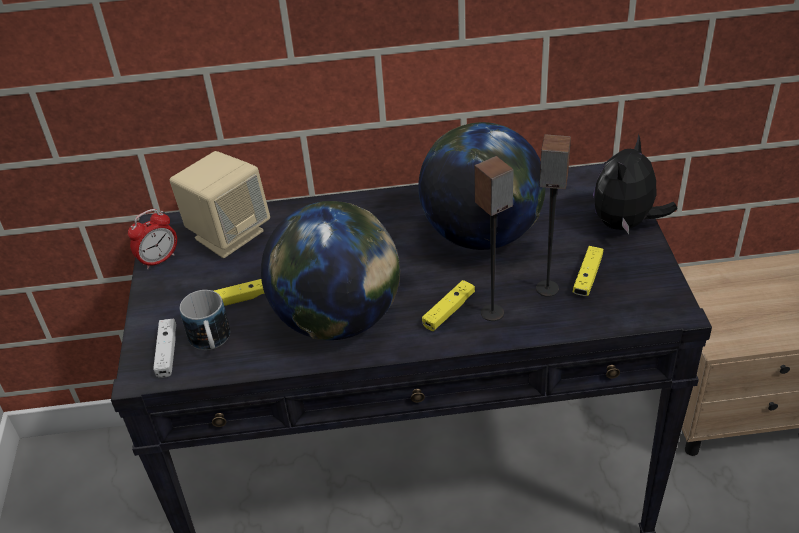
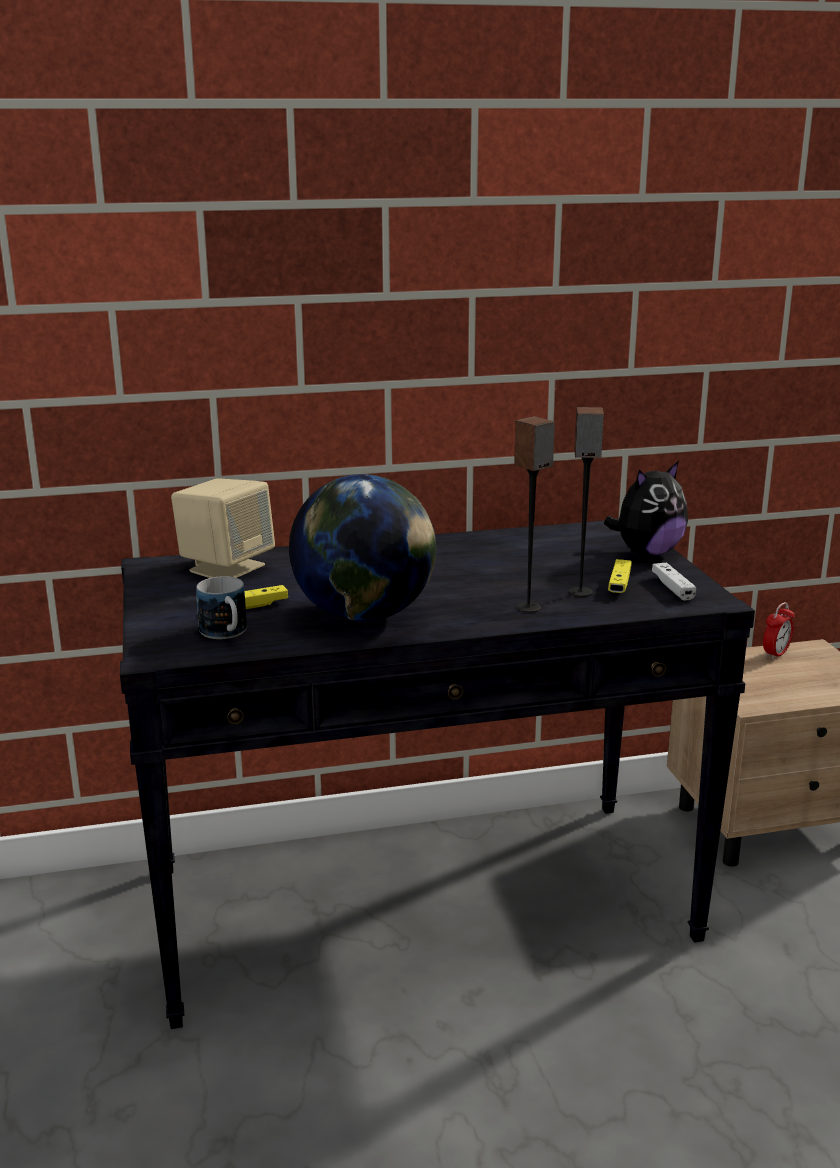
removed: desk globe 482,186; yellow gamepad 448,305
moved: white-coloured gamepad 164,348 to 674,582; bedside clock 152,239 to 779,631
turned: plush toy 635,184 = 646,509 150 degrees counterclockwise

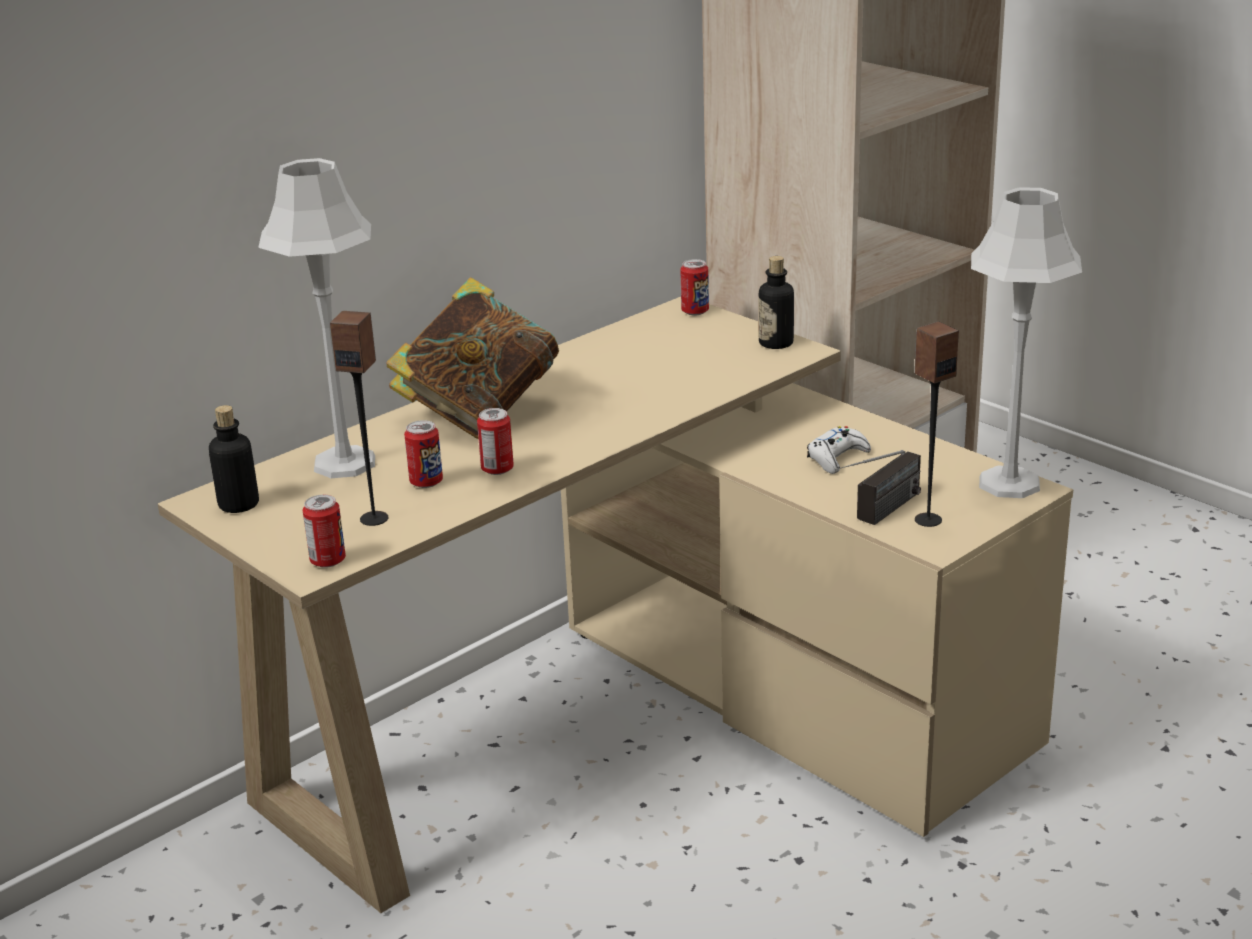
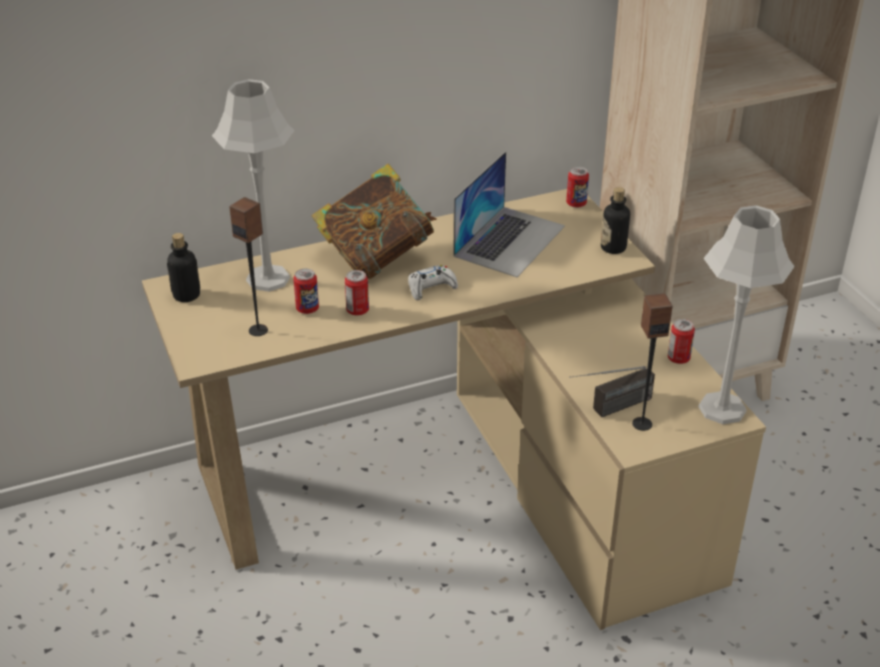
added: portable computer 509,214
moved: white-coloured gamepad 839,450 to 433,282; sealed can 324,531 to 681,341

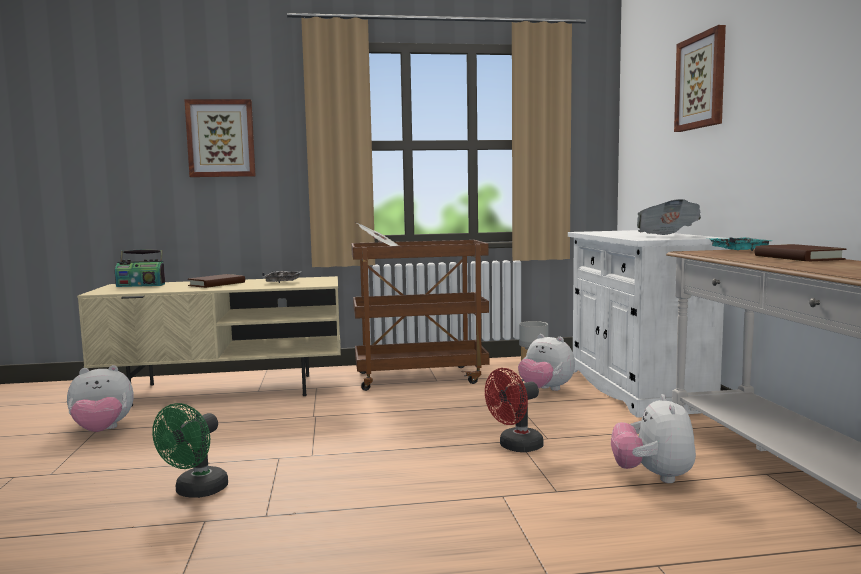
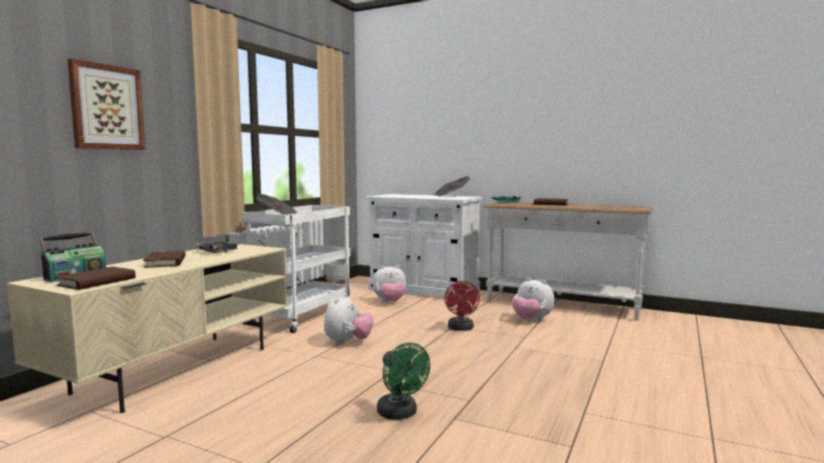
removed: wall picture 700,78
added: brown volume 96,278
moved: plush toy 100,398 to 348,319
recoloured: brown cart 420,315 to white-coloured cart 296,269

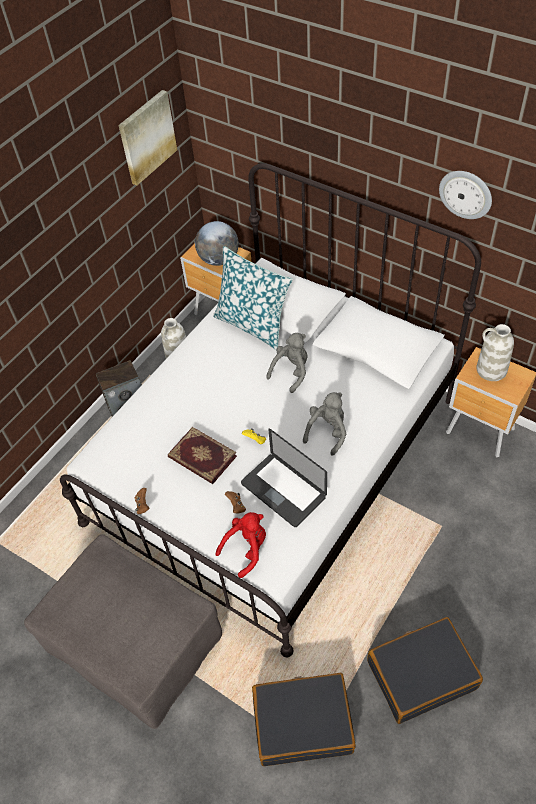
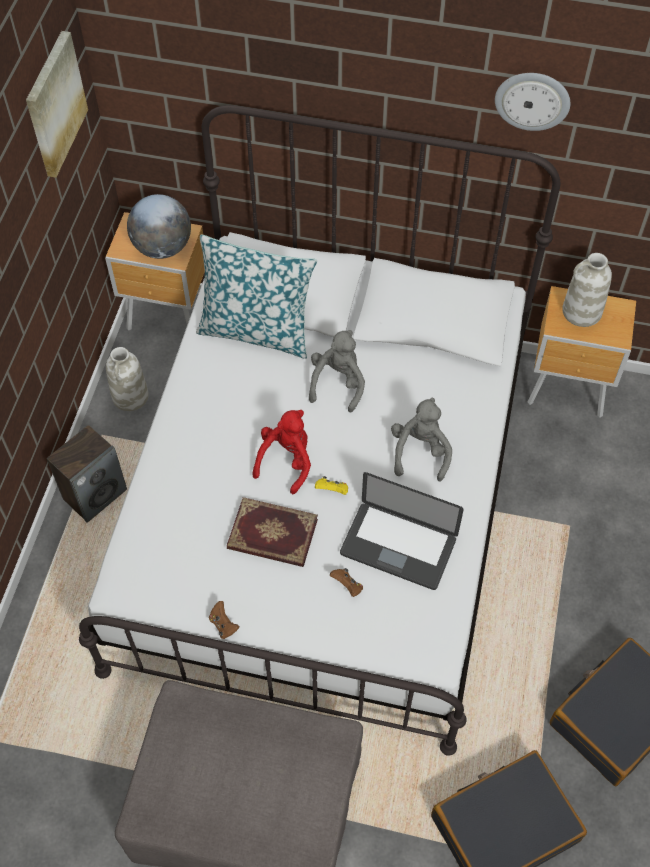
moved: red-coloured plush toy 241,545 to 281,452

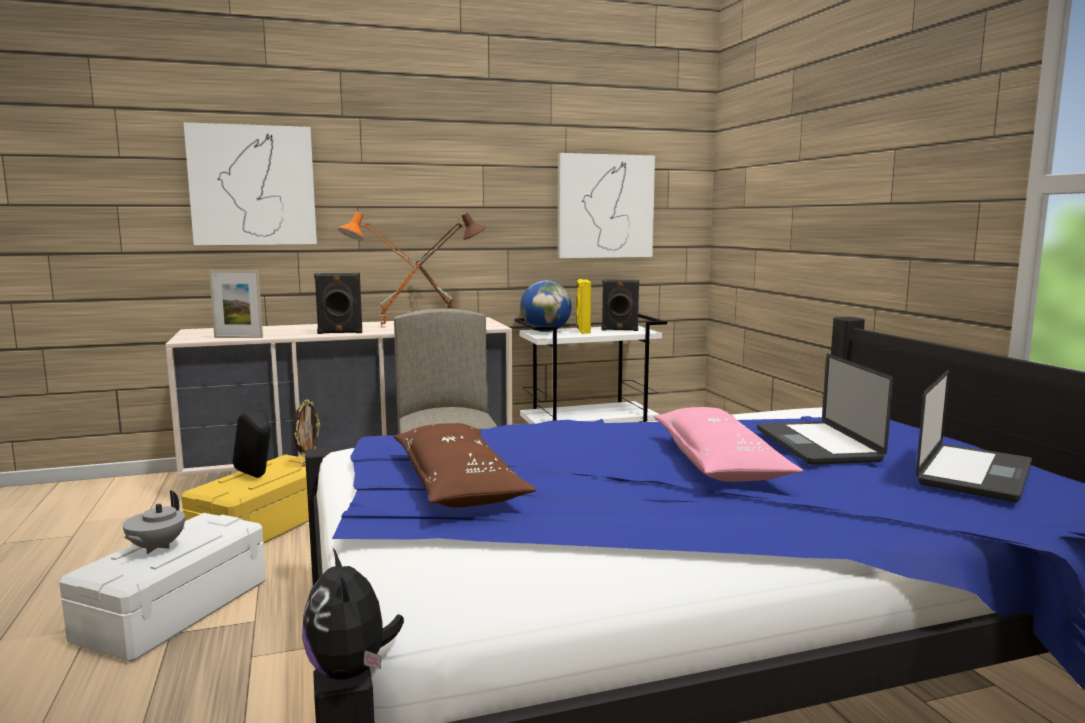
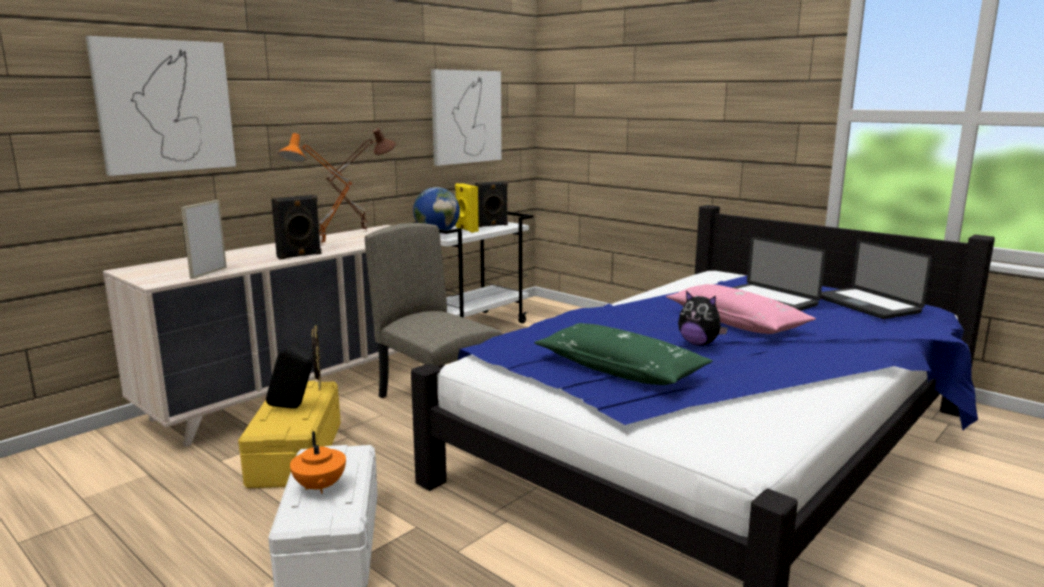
moved: plush toy 353,614 to 703,318
recoloured: grey pot for tea 154,522 to orange-coloured pot for tea 318,462; brown pillow 465,465 to green-coloured pillow 623,354
turned: photo frame 236,304 = 204,239 135 degrees clockwise; portable computer 974,435 = 876,279 150 degrees clockwise

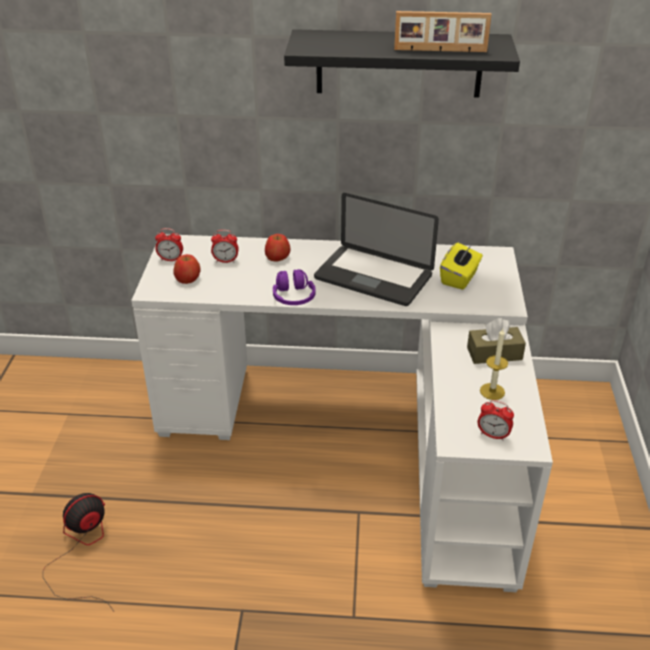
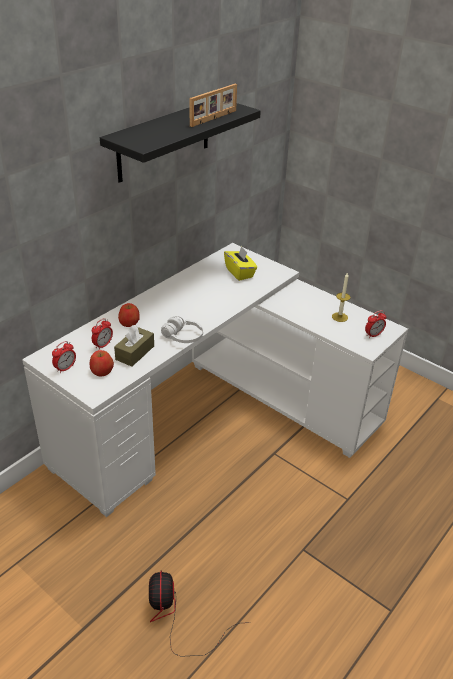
removed: portable computer 376,249
moved: brown tissue box 496,341 to 134,345
recoloured: purplish headphones 294,287 to white-coloured headphones 182,329

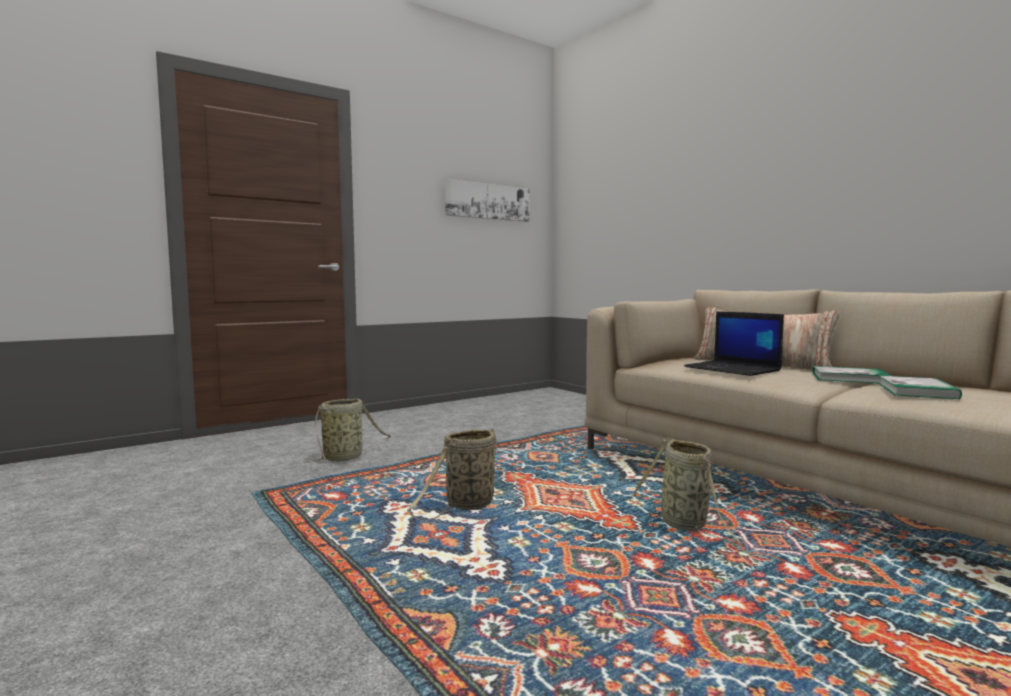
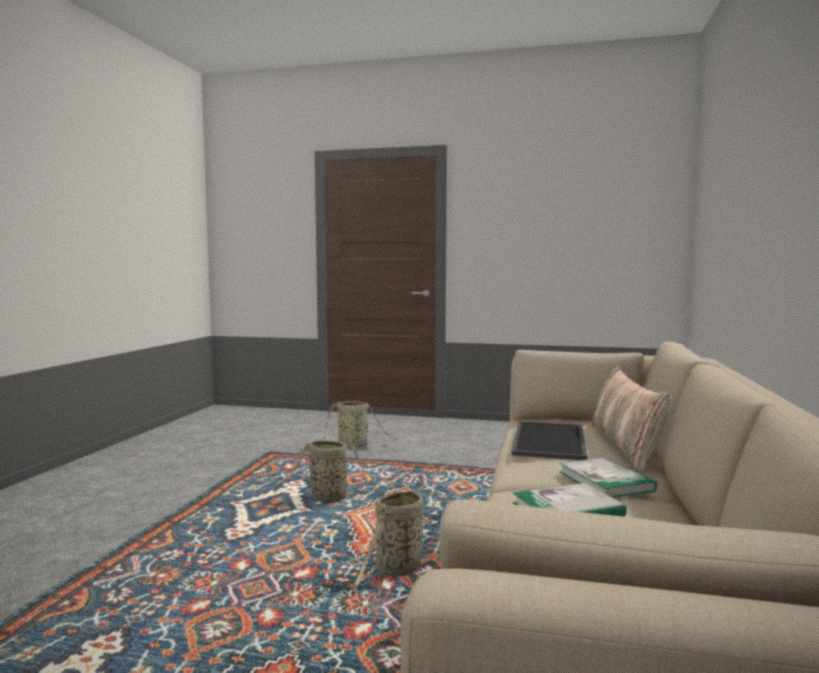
removed: wall picture 487,200
replaced: portable computer 734,343 to carrying tray 549,440

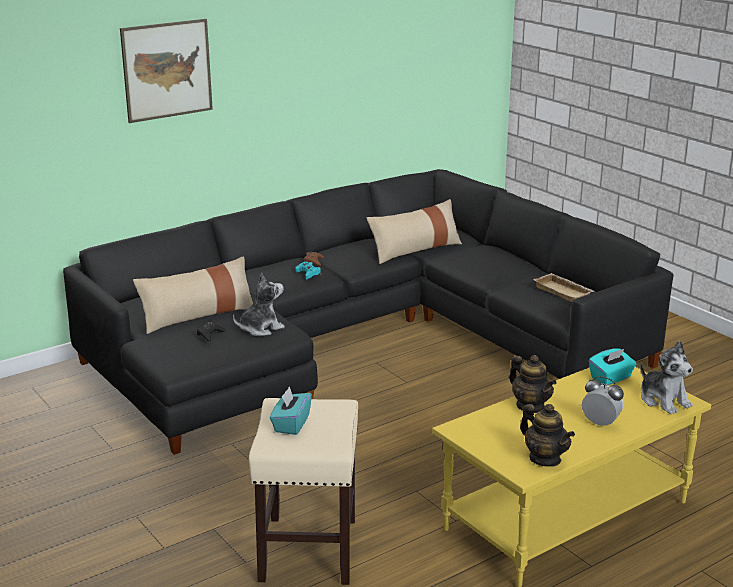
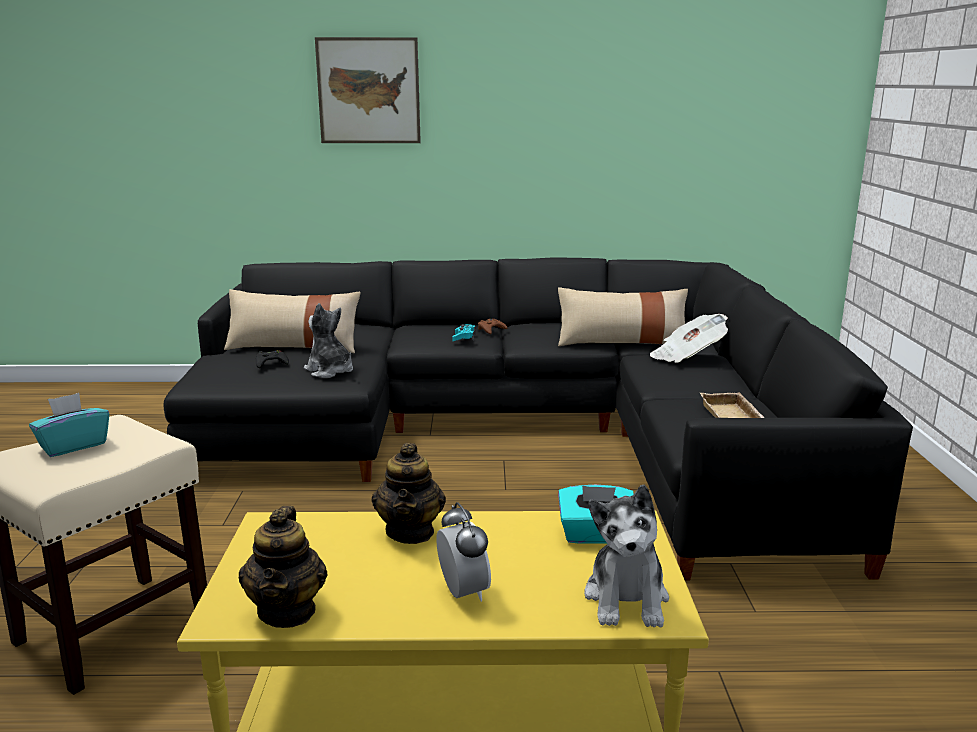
added: daily paper 689,338
turned: plush toy 259,304 = 328,340 135 degrees counterclockwise

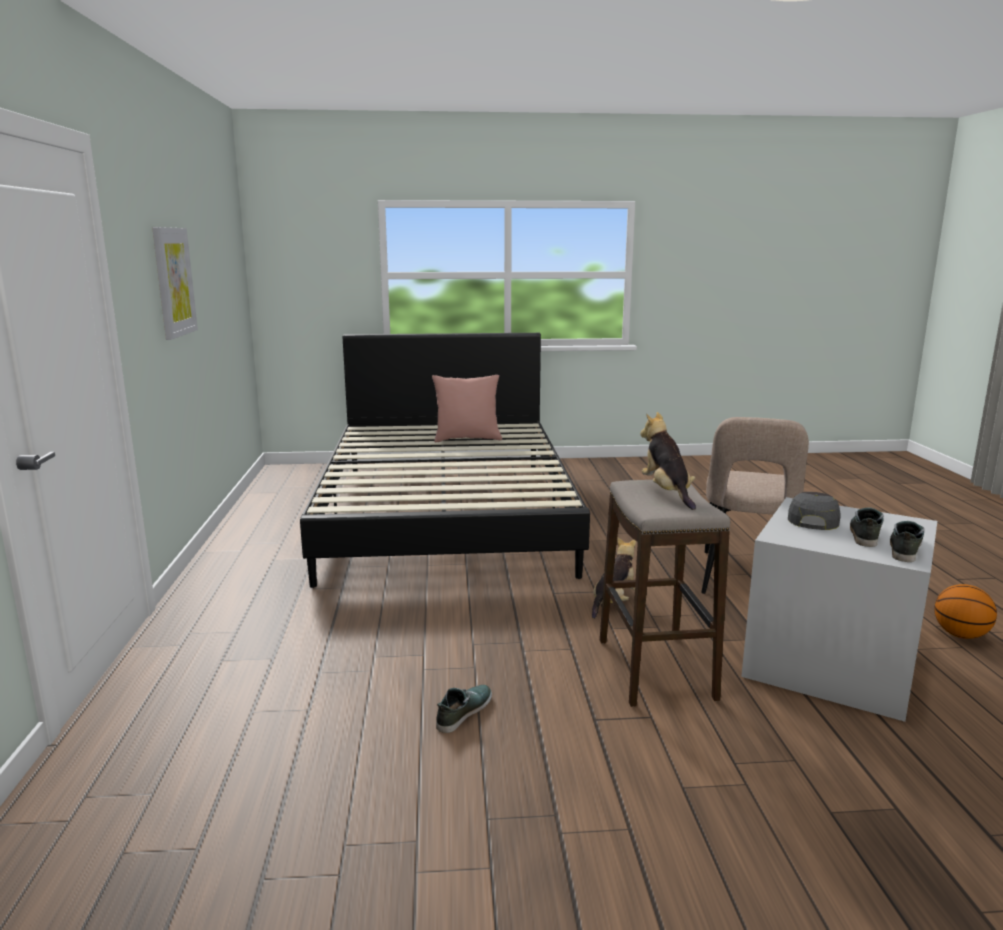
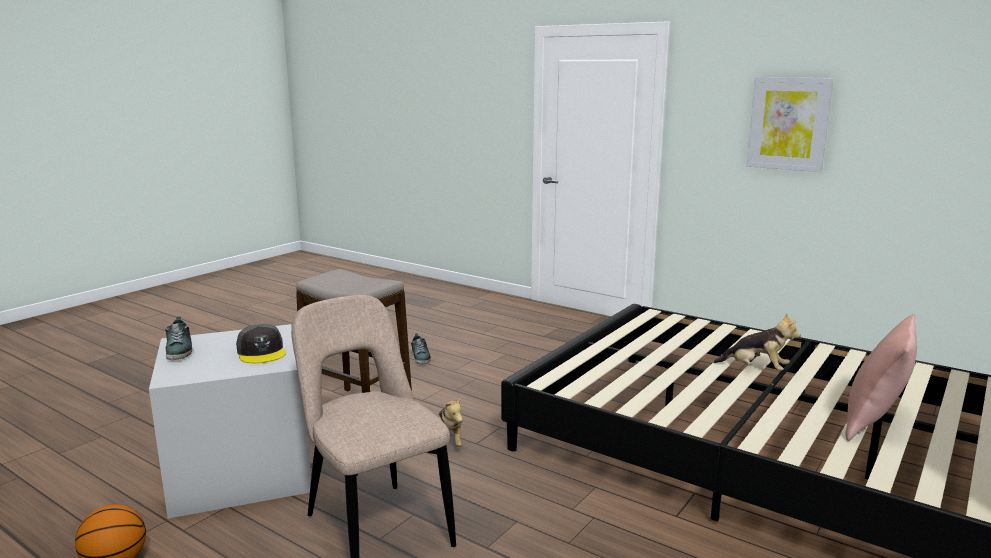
removed: shoe 866,527
moved: plush toy 668,461 to 757,341

